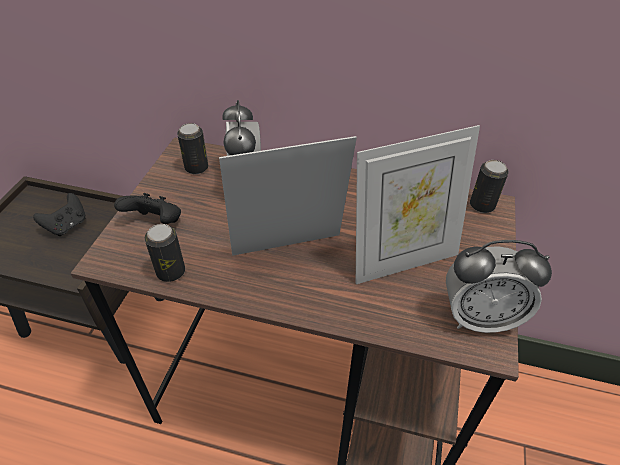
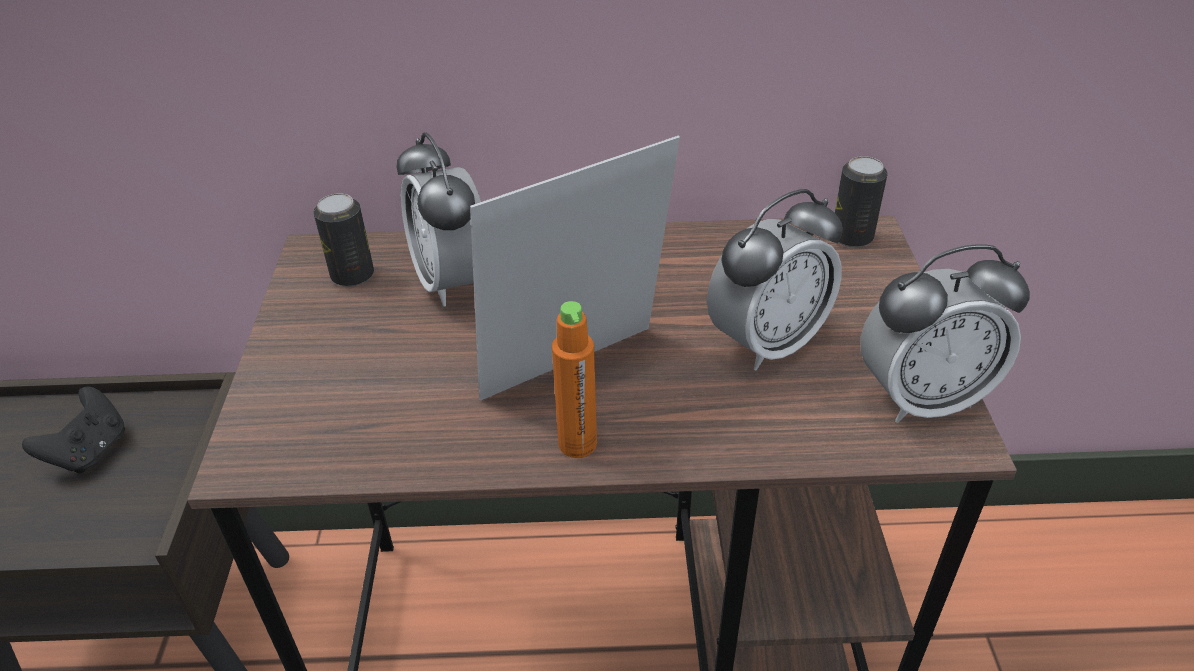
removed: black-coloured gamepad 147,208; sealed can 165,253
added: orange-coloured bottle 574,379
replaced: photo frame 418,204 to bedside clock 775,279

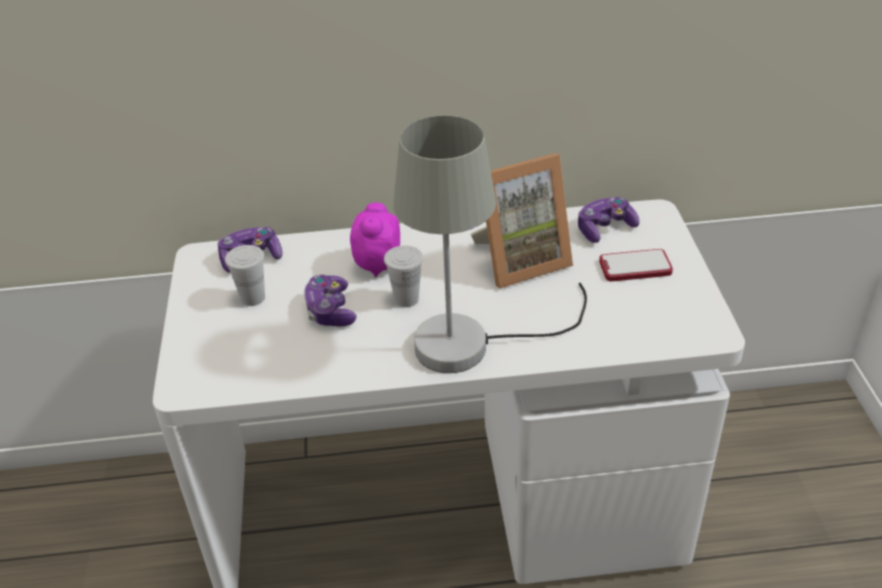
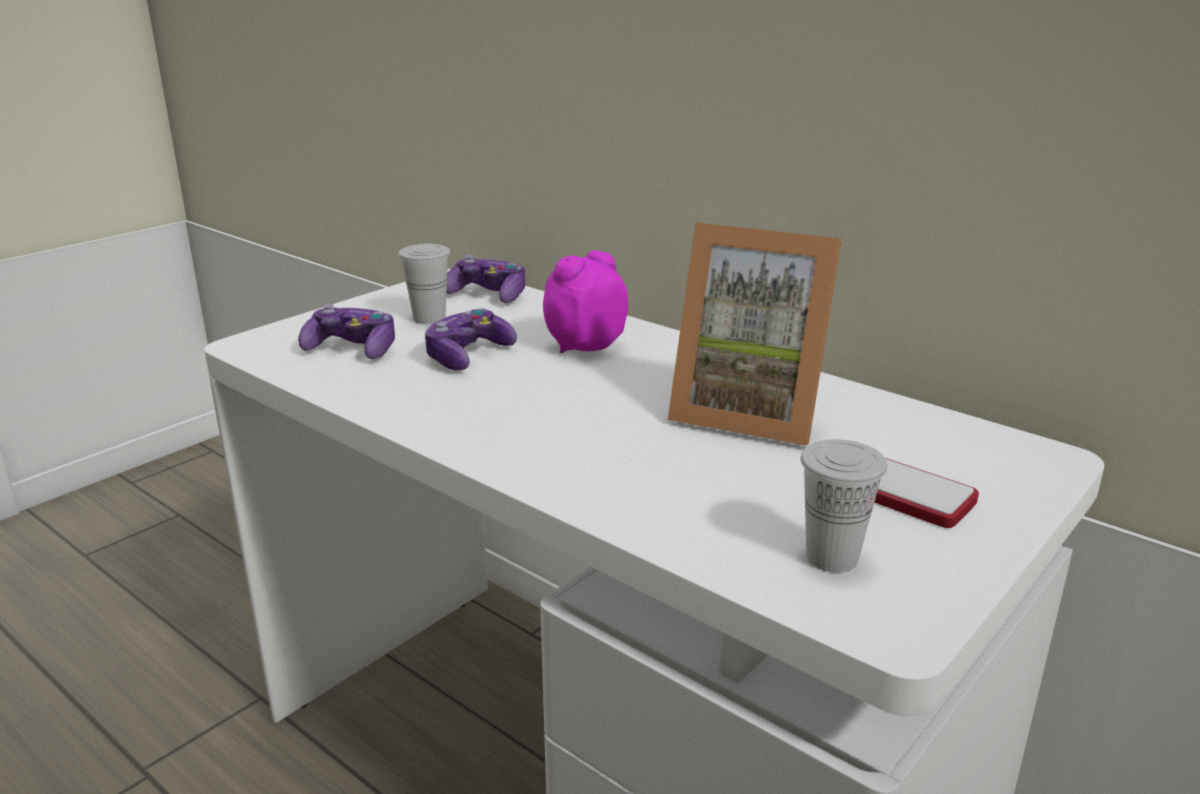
removed: grey lamp for a table 490,244
moved: gamepad 609,220 to 346,331; white-coloured small cup 403,276 to 844,506

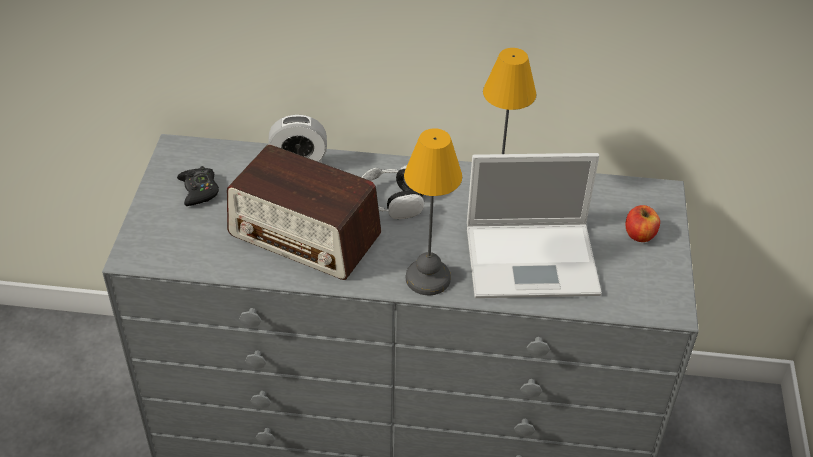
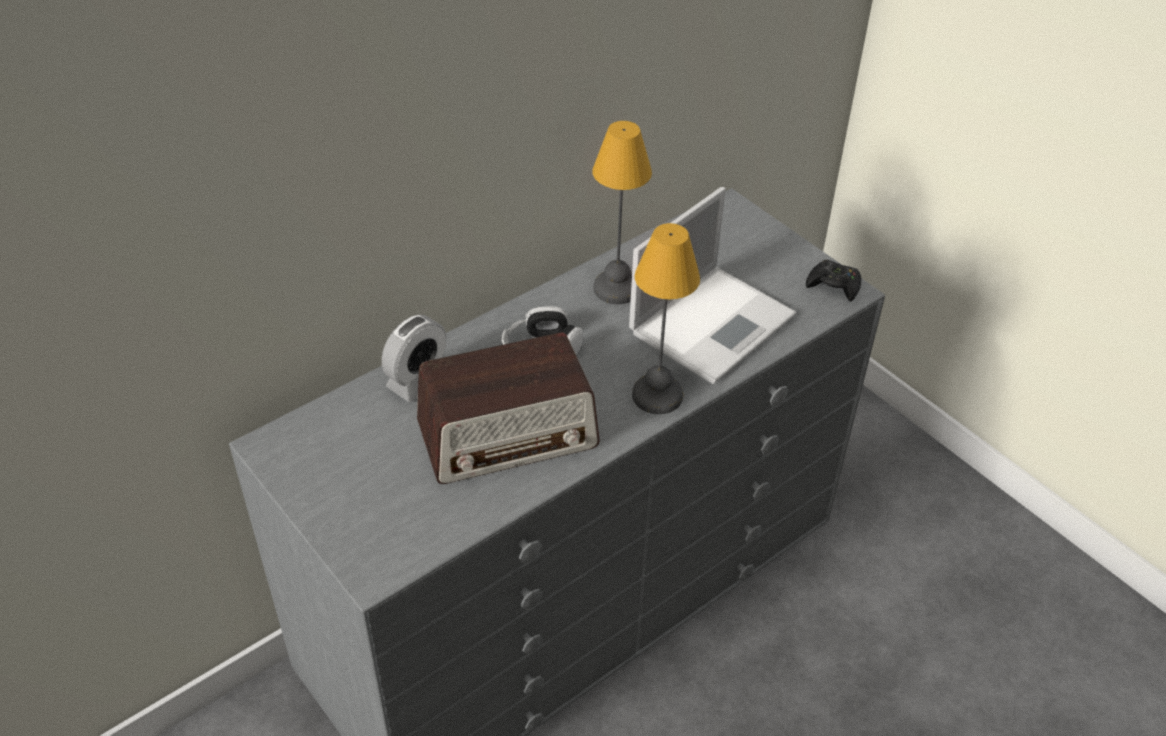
removed: apple 643,223
moved: black-coloured gamepad 198,186 to 833,281

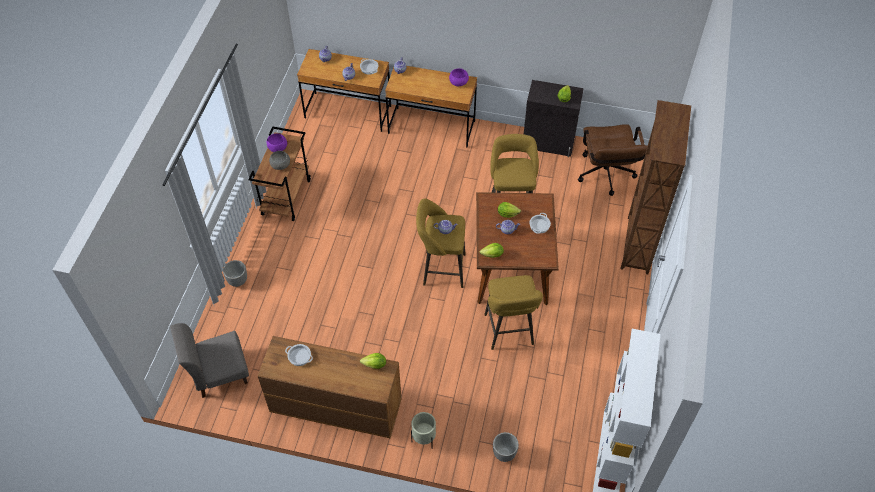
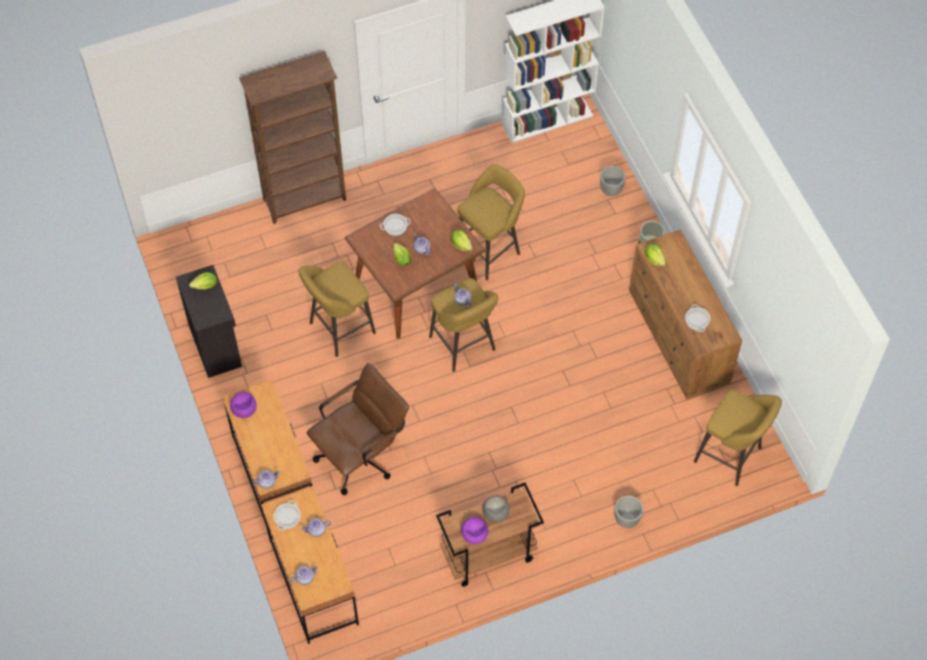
moved: brown computer chair 612,160 to 357,429
replaced: grey plain chair 209,360 to yellow stool 738,438

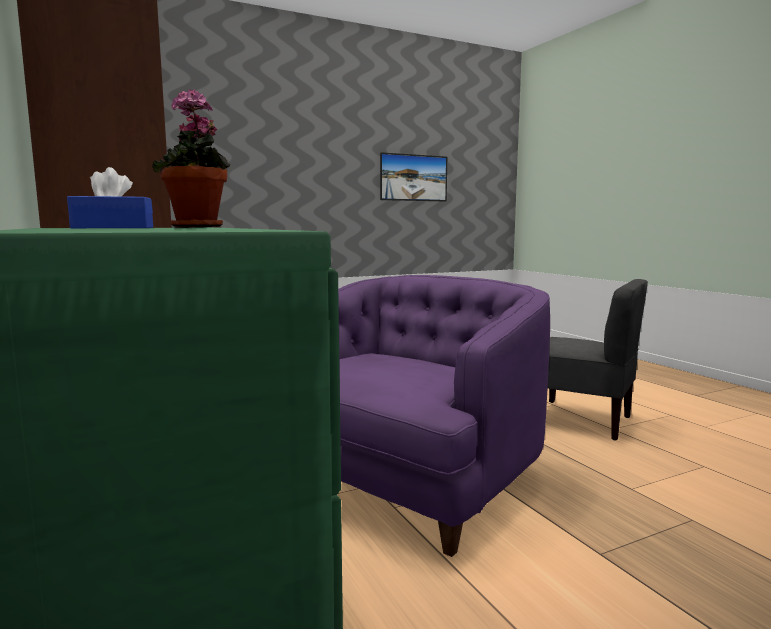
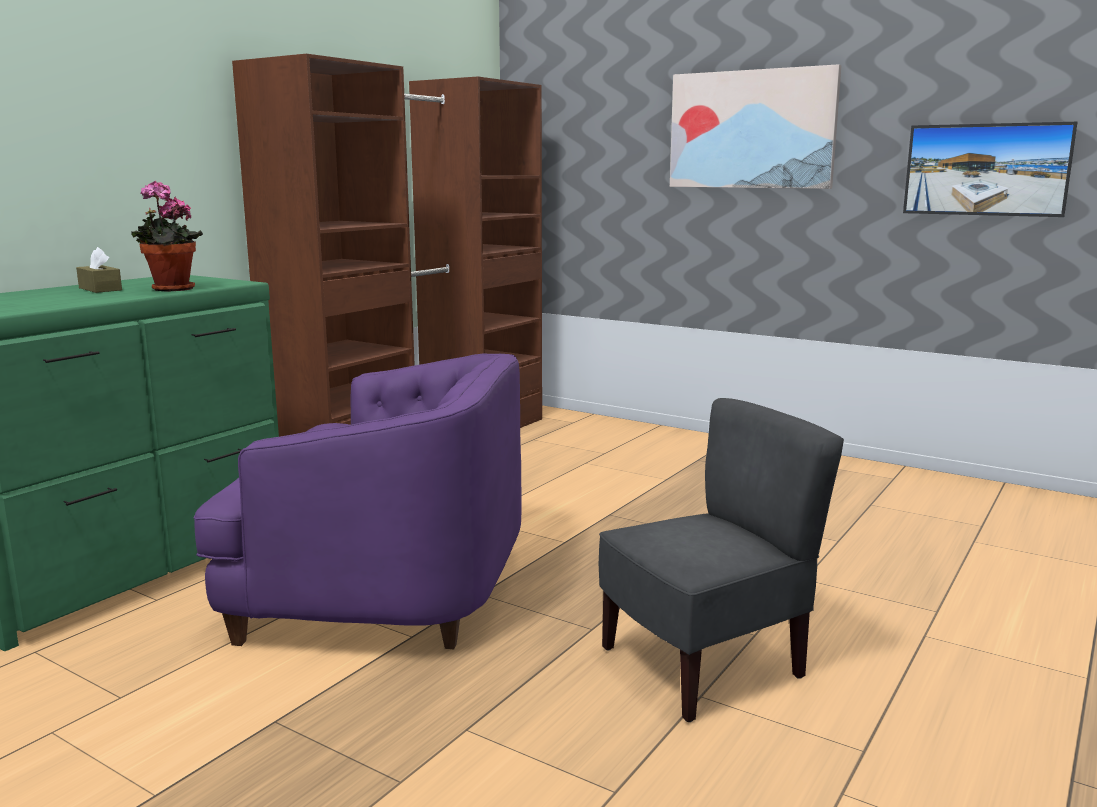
added: wall picture 756,126
recoloured: blue-coloured tissue box 110,197 to brown tissue box 99,270
turned: grey plain chair 598,360 = 721,560 120 degrees counterclockwise

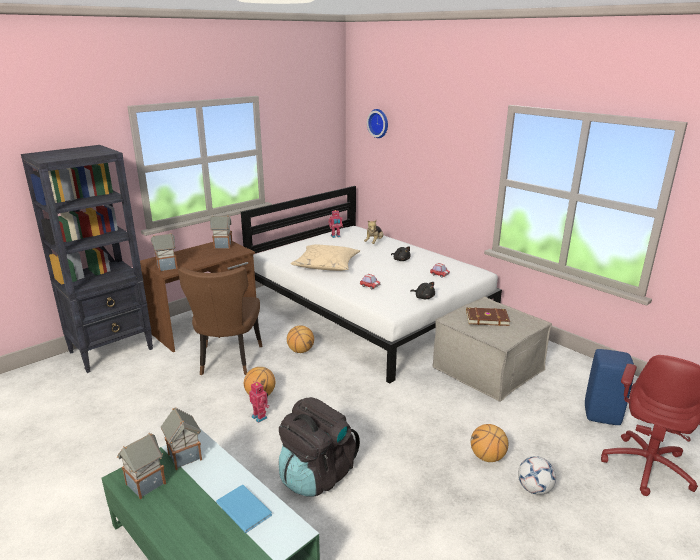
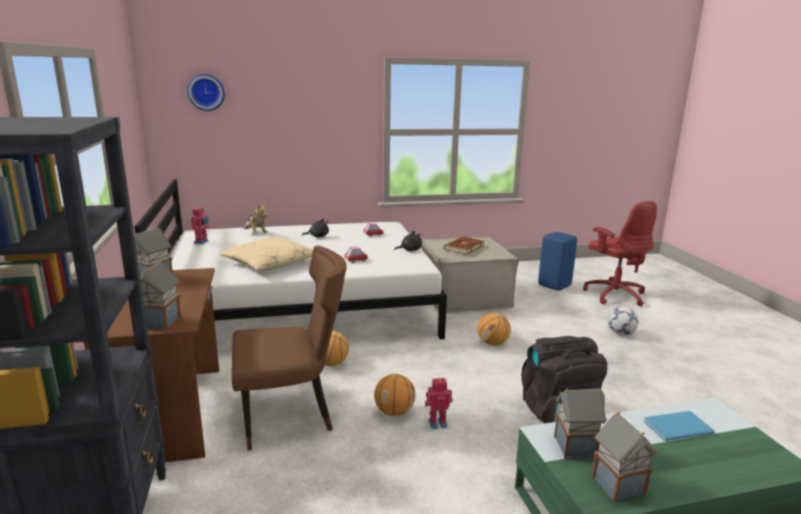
moved: basketball 489,443 to 494,329
turned: brown plain chair 220,321 = 289,348 45 degrees counterclockwise

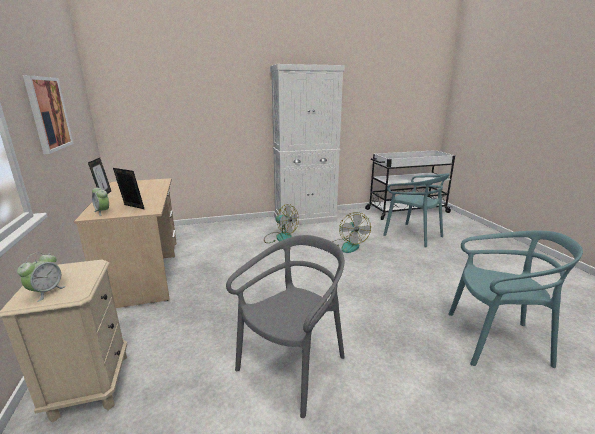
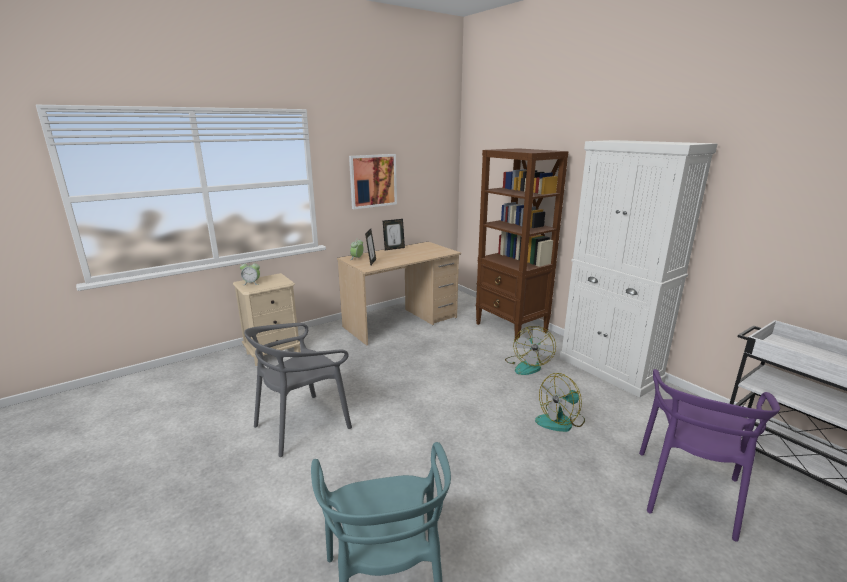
added: brown shelving unit 522,244
recoloured: blue-green plain chair 416,210 to purplish plain chair 709,455
turned: grey plain chair 285,326 = 298,390 120 degrees clockwise

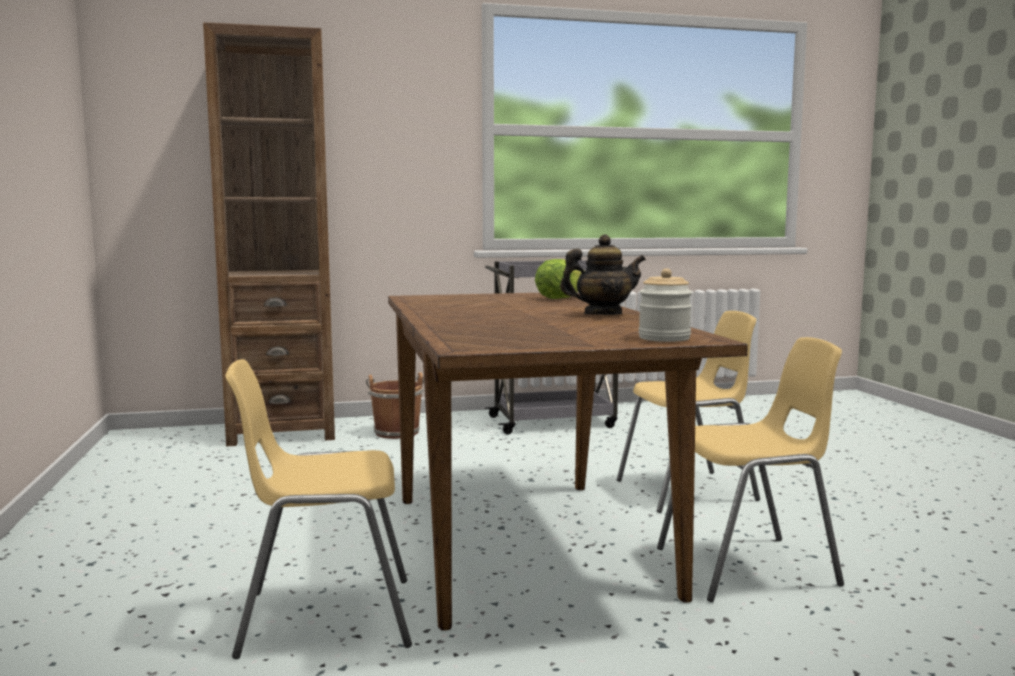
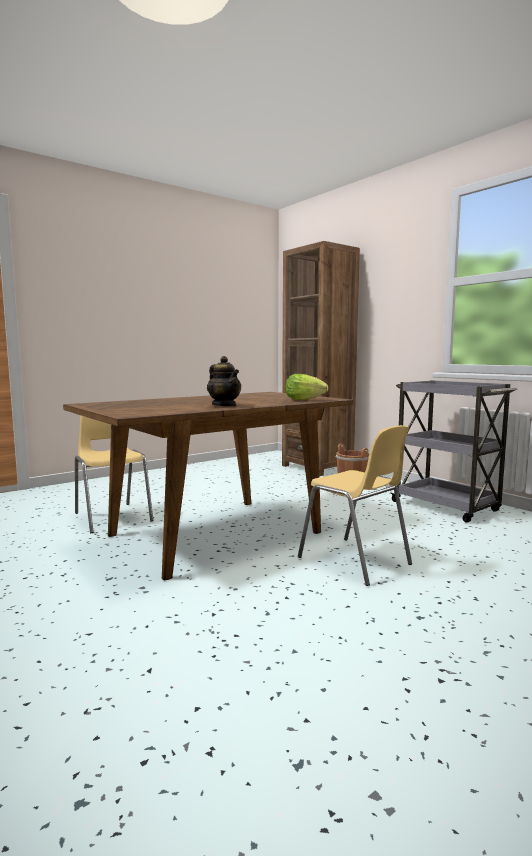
removed: jar 665,305; yellow plain chair 750,469

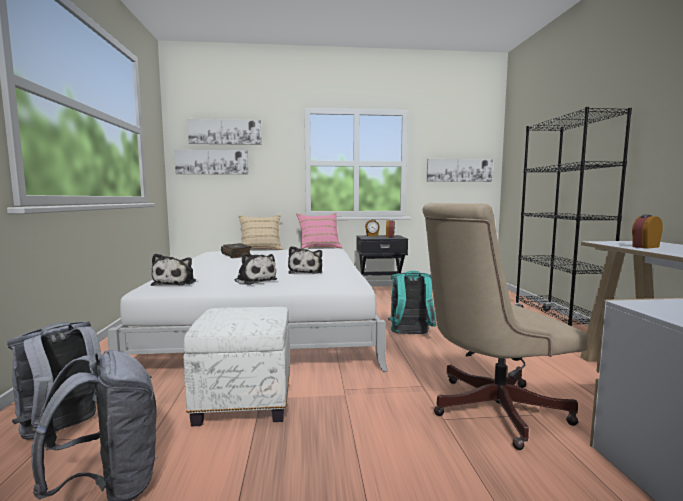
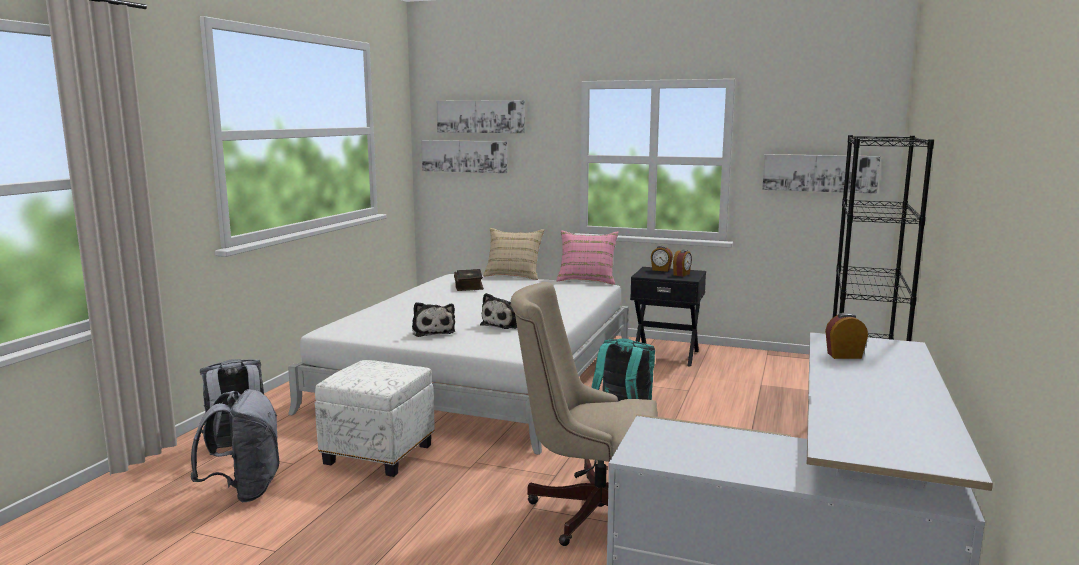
removed: plush toy 173,270

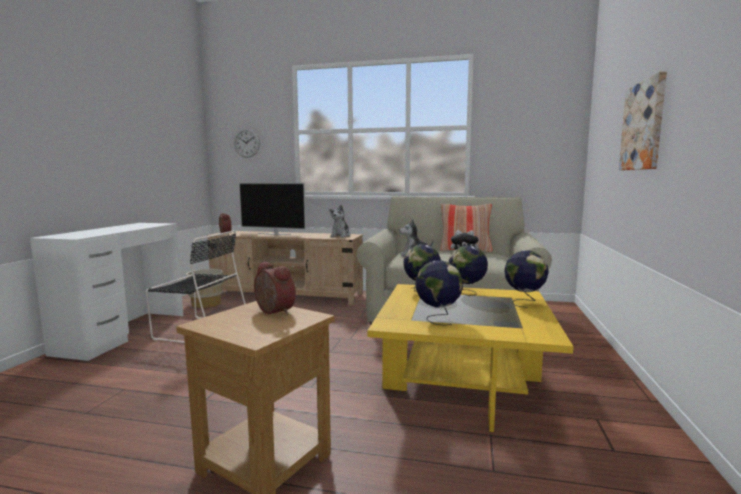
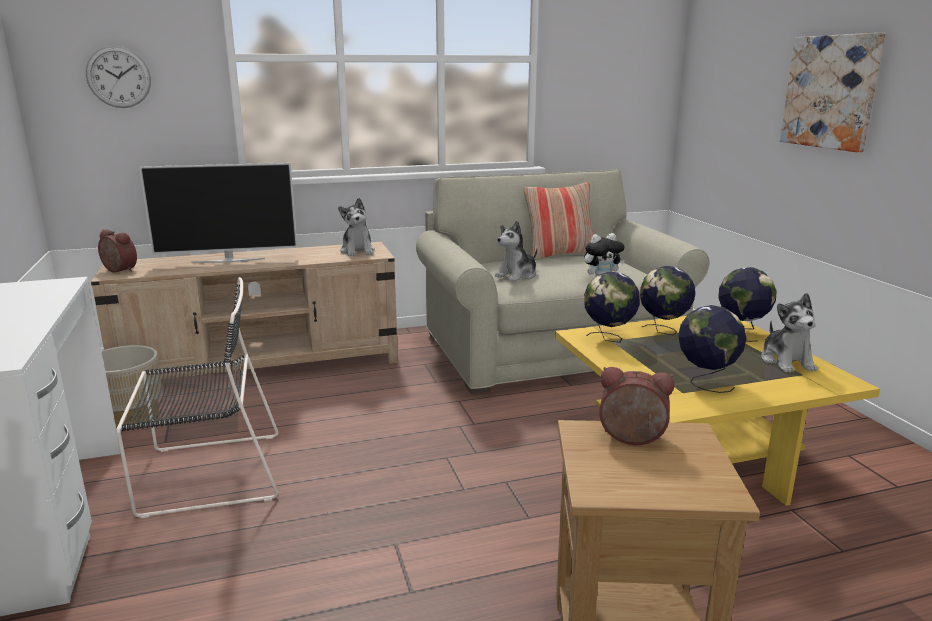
added: plush toy 789,332

